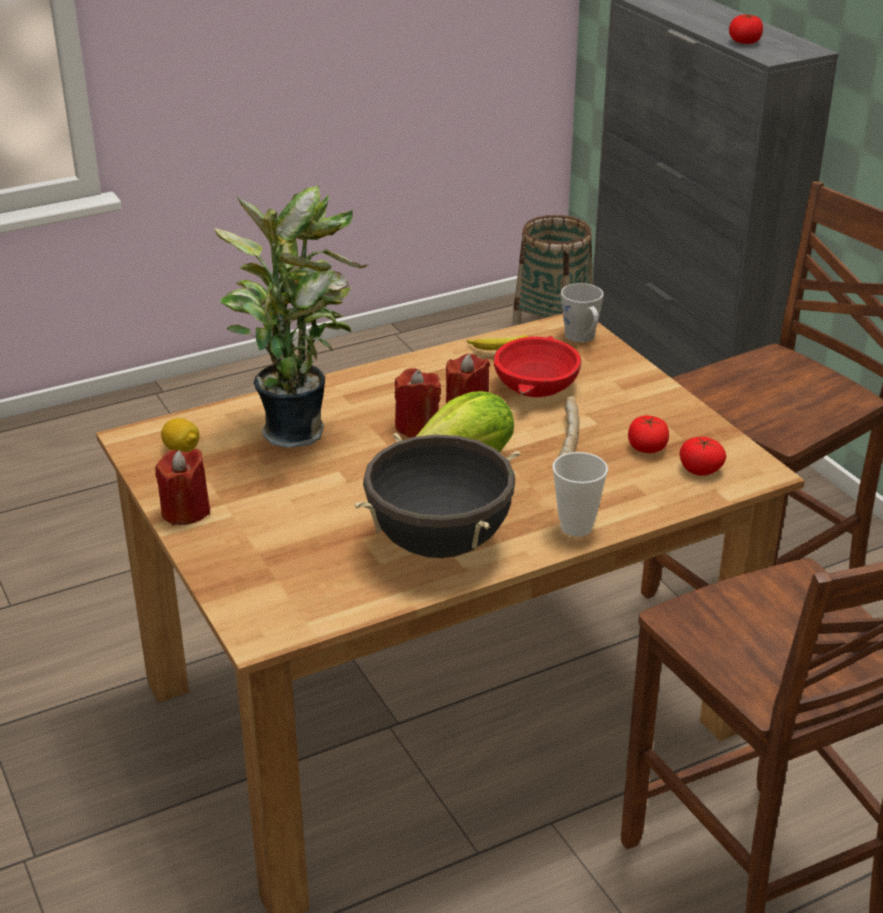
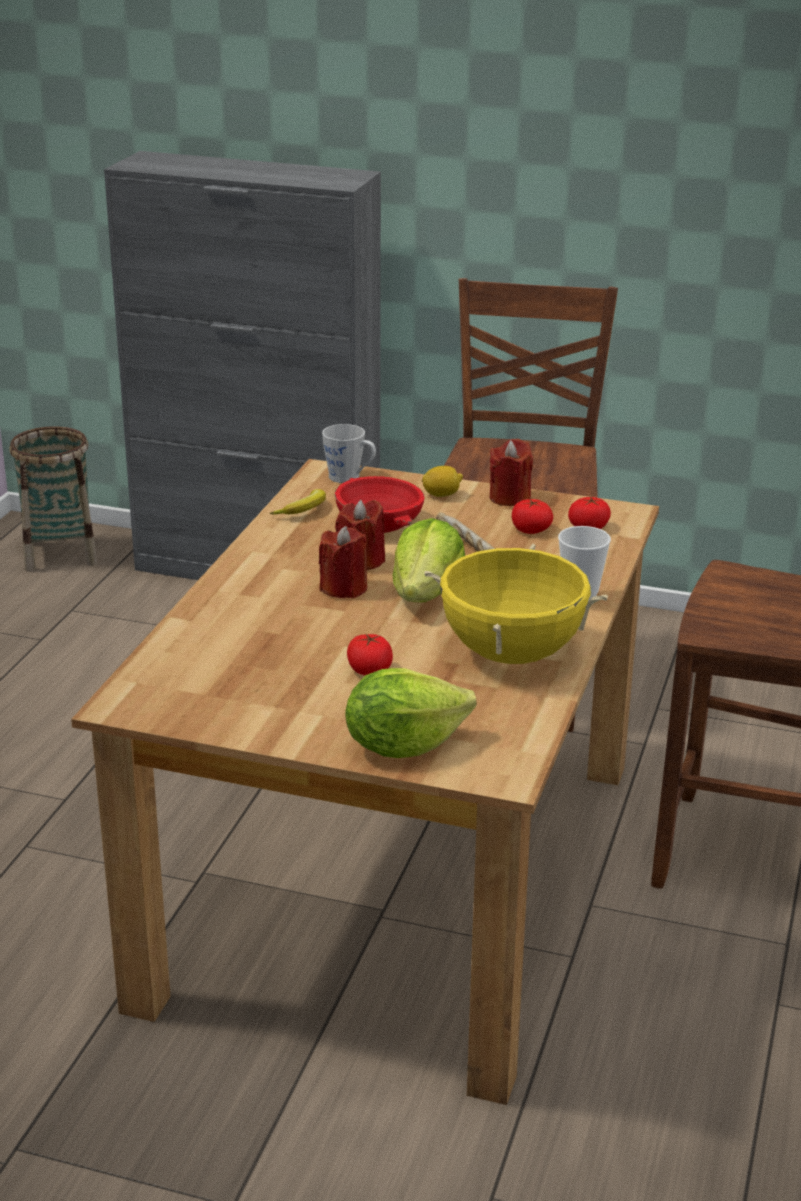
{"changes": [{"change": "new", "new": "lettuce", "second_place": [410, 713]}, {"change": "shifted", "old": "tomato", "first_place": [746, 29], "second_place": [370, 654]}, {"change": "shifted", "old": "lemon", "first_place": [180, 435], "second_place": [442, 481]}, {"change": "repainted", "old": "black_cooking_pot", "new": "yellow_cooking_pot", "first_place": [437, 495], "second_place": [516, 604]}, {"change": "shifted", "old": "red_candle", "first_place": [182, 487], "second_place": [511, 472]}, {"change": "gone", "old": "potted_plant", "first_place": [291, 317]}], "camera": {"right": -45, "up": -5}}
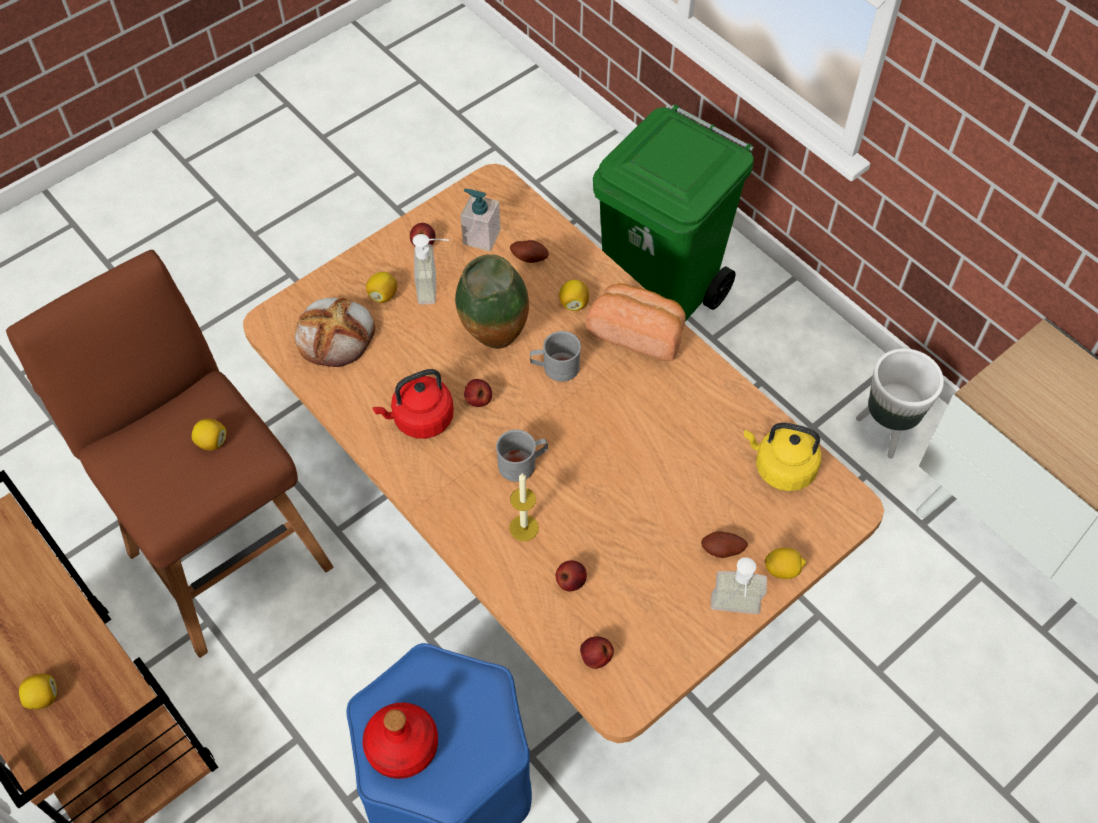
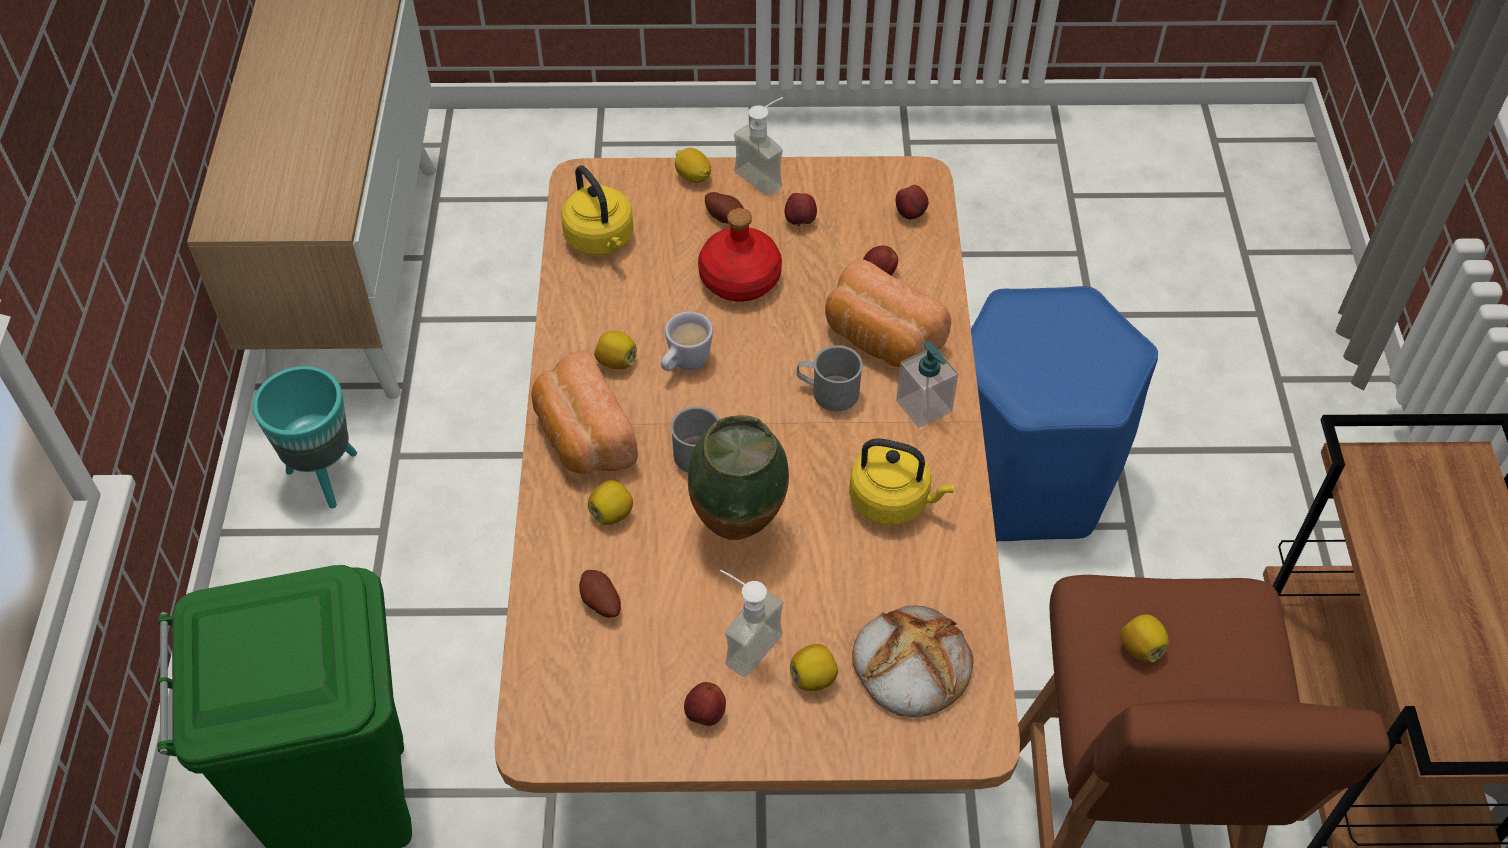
{"changes": [{"change": "repainted", "old": "white_planter", "new": "turquoise_planter", "first_place": [900, 403], "second_place": [305, 437]}, {"change": "shifted", "old": "lemon", "first_place": [38, 691], "second_place": [615, 350]}, {"change": "new", "new": "white_mug", "second_place": [687, 341]}, {"change": "shifted", "old": "red_bottle", "first_place": [400, 740], "second_place": [740, 255]}, {"change": "shifted", "old": "apple", "first_place": [478, 393], "second_place": [801, 209]}, {"change": "swapped", "old": "candle", "new": "bread", "first_place": [524, 507], "second_place": [888, 313]}, {"change": "repainted", "old": "red_kettle", "new": "yellow_kettle", "first_place": [413, 404], "second_place": [901, 481]}, {"change": "shifted", "old": "soap_dispenser", "first_place": [480, 220], "second_place": [927, 384]}], "camera": {"right": -140, "up": -5}}
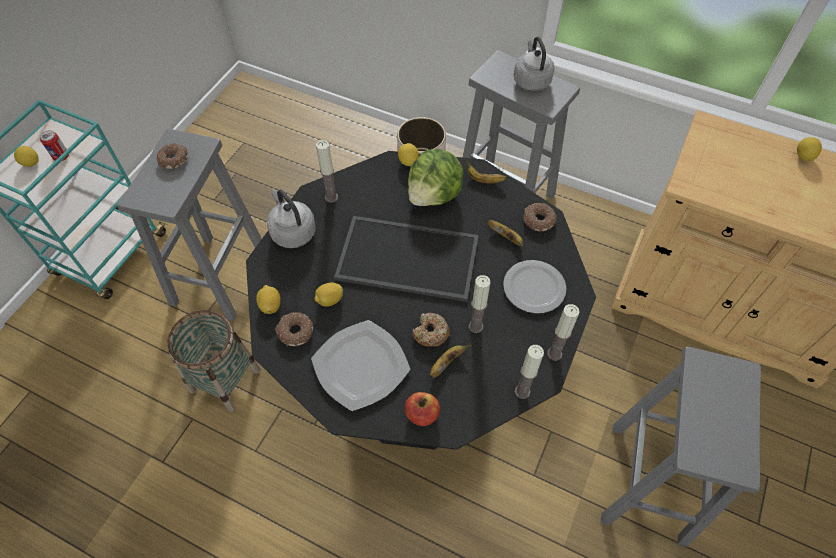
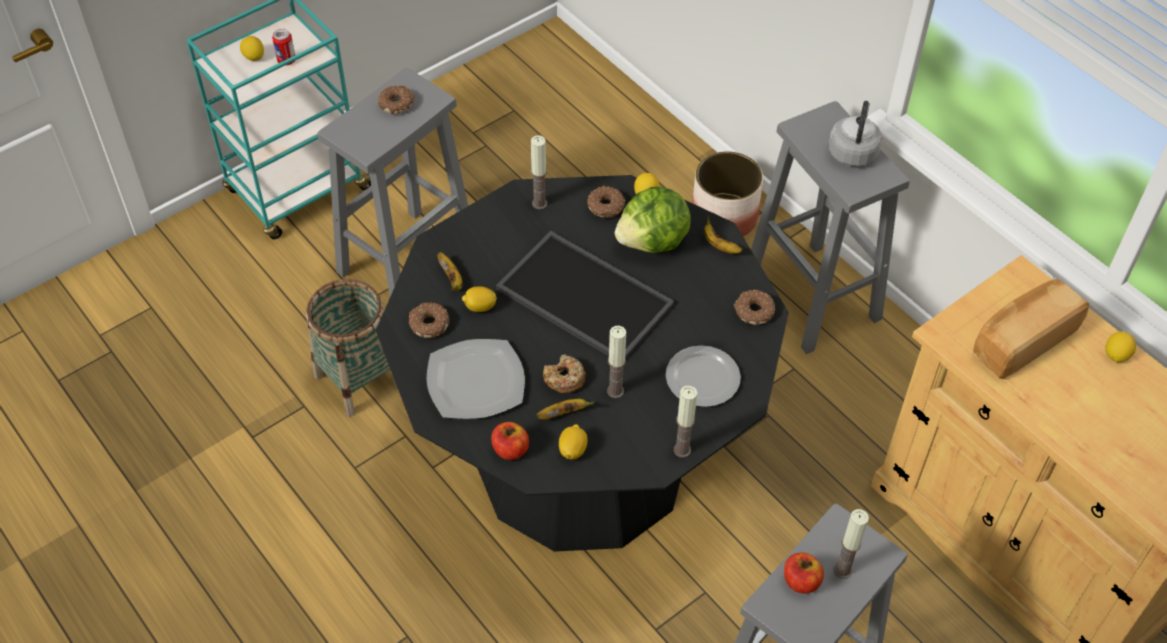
{"changes": [{"change": "shifted", "old": "banana", "first_place": [505, 233], "second_place": [450, 271]}, {"change": "shifted", "old": "lemon", "first_place": [268, 299], "second_place": [573, 441]}, {"change": "new", "new": "donut", "second_place": [606, 202]}, {"change": "new", "new": "apple", "second_place": [804, 572]}, {"change": "shifted", "old": "candle", "first_place": [529, 372], "second_place": [851, 544]}, {"change": "new", "new": "bread", "second_place": [1031, 329]}, {"change": "gone", "old": "grey_kettle", "first_place": [291, 218]}], "camera": {"right": 25, "up": -5}}
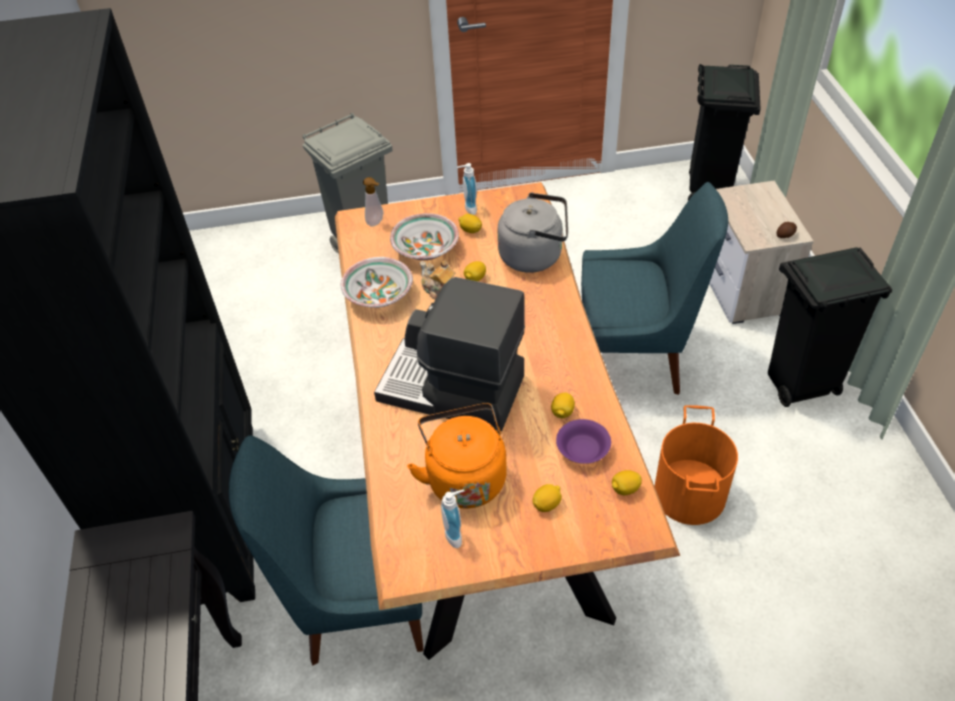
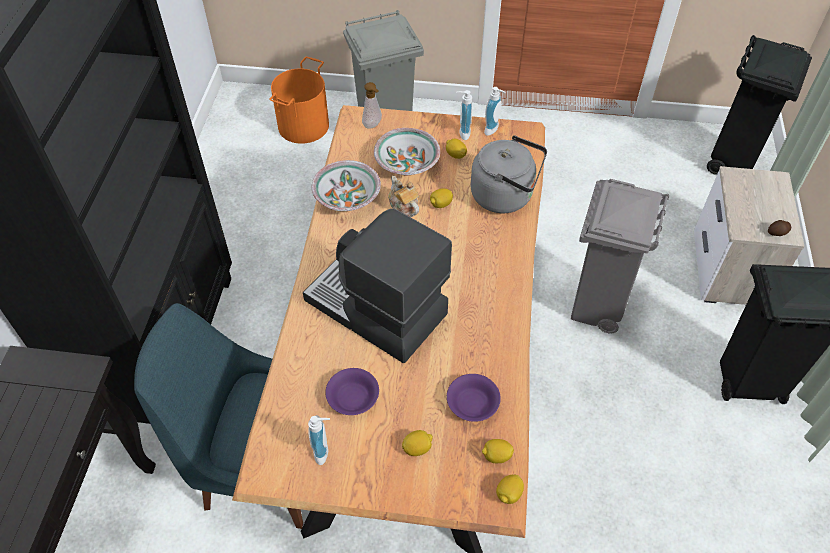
{"changes": [{"change": "shifted", "old": "orange_bucket", "first_place": [696, 465], "second_place": [299, 100]}, {"change": "swapped", "old": "orange_kettle", "new": "purple_bowl", "first_place": [457, 455], "second_place": [352, 391]}, {"change": "new", "new": "soap_dispenser", "second_place": [495, 111]}, {"change": "shifted", "old": "lemon", "first_place": [563, 405], "second_place": [510, 489]}, {"change": "swapped", "old": "blue_chair", "new": "grey_trash_can", "first_place": [654, 288], "second_place": [620, 256]}], "camera": {"right": 15, "up": 5}}
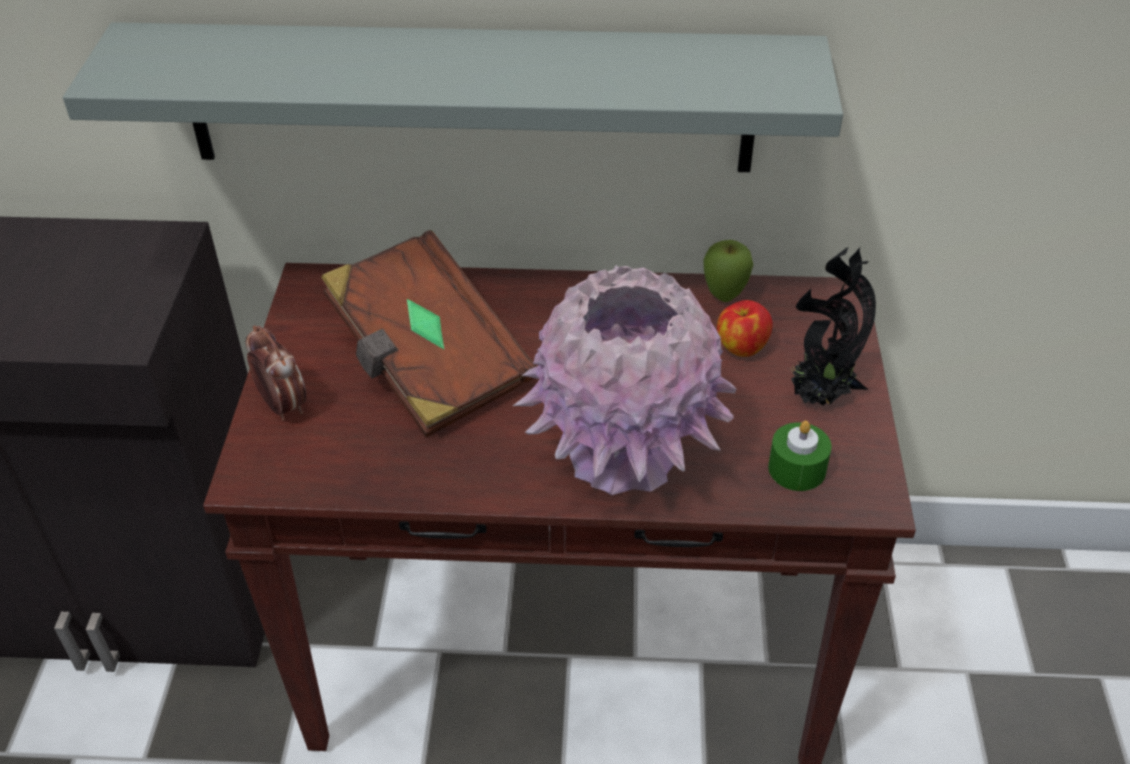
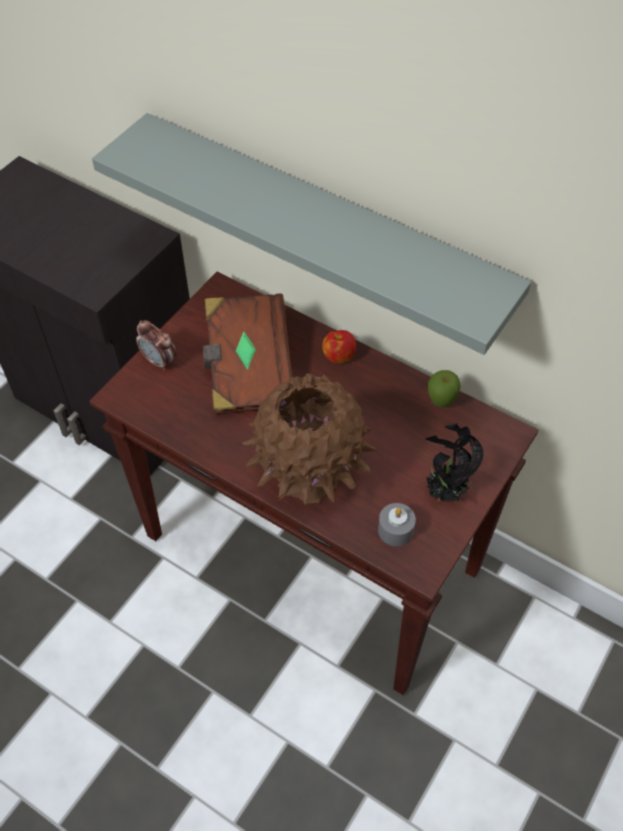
{"changes": [{"change": "rotated", "old": "alarm_clock", "first_place": [276, 372], "second_place": [156, 345], "degrees": 135}, {"change": "repainted", "old": "pink_vase", "new": "brown_vase", "first_place": [625, 380], "second_place": [309, 439]}, {"change": "shifted", "old": "apple", "first_place": [745, 328], "second_place": [339, 347]}, {"change": "repainted", "old": "green_candle", "new": "grey_candle", "first_place": [800, 456], "second_place": [397, 524]}], "camera": {"right": 30, "up": 10}}
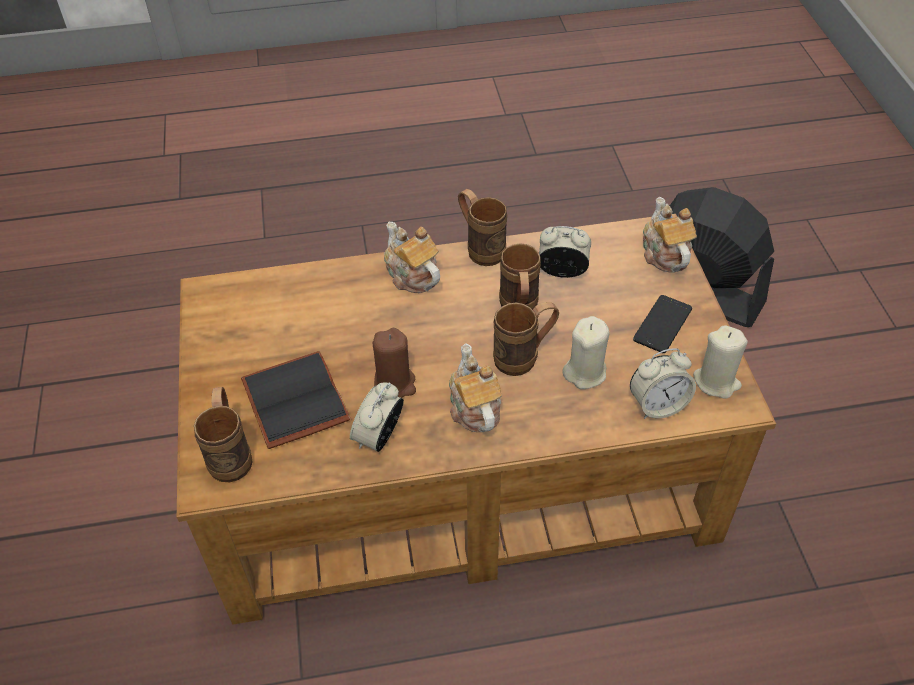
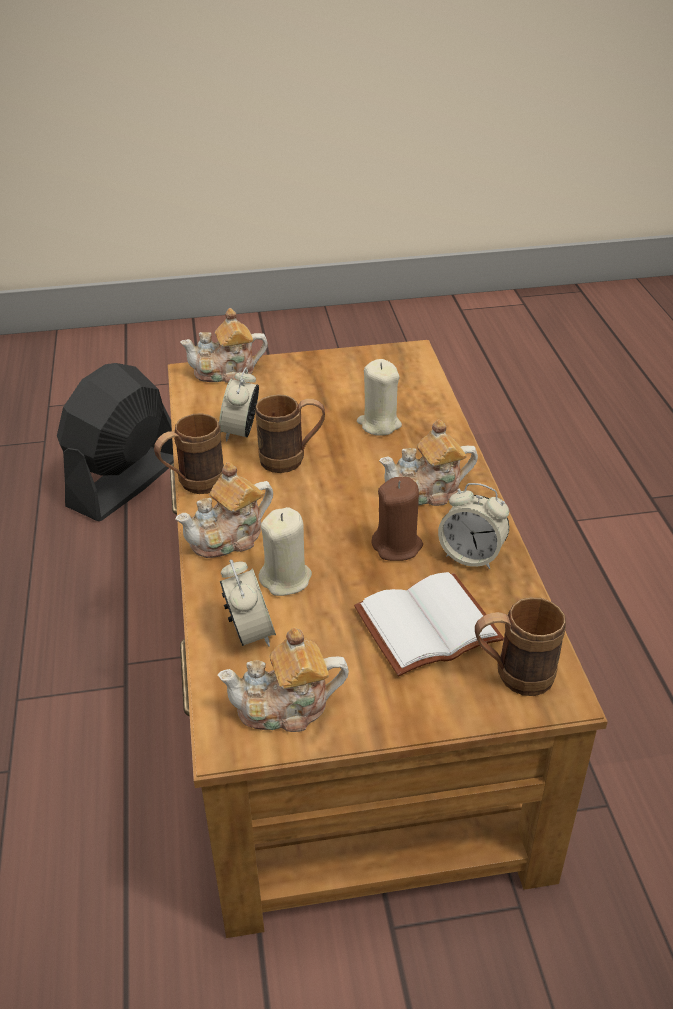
{"changes": [{"change": "new", "new": "teapot", "second_place": [283, 679]}, {"change": "shifted", "old": "alarm_clock", "first_place": [663, 383], "second_place": [248, 603]}, {"change": "shifted", "old": "beige_candle", "first_place": [720, 362], "second_place": [285, 551]}, {"change": "repainted", "old": "black_book", "new": "white_book", "first_place": [296, 400], "second_place": [429, 624]}, {"change": "gone", "old": "brown_mug", "first_place": [526, 339]}, {"change": "gone", "old": "phone", "first_place": [662, 324]}], "camera": {"right": -90, "up": -10}}
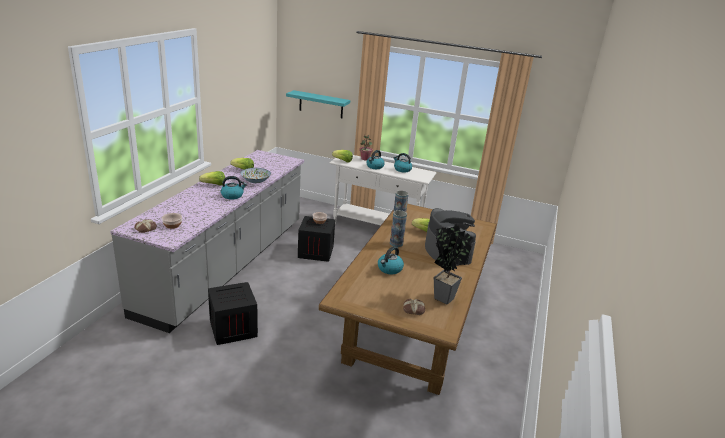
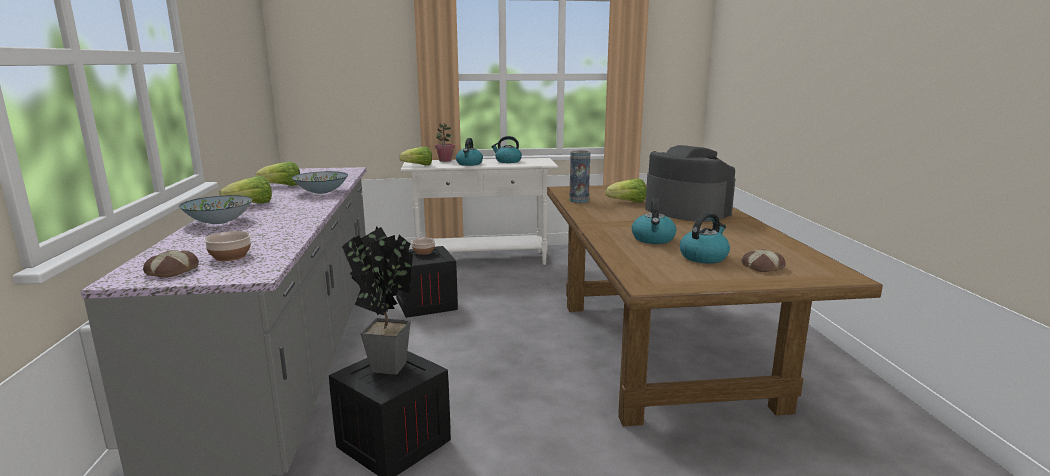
{"changes": [{"change": "new", "new": "bowl", "second_place": [215, 209]}, {"change": "shifted", "old": "potted_plant", "first_place": [453, 263], "second_place": [377, 300]}, {"change": "shifted", "old": "kettle", "first_place": [234, 188], "second_place": [705, 238]}, {"change": "gone", "old": "turquoise_shelf", "first_place": [318, 104]}, {"change": "gone", "old": "vase", "first_place": [398, 228]}], "camera": {"right": -25, "up": -10}}
